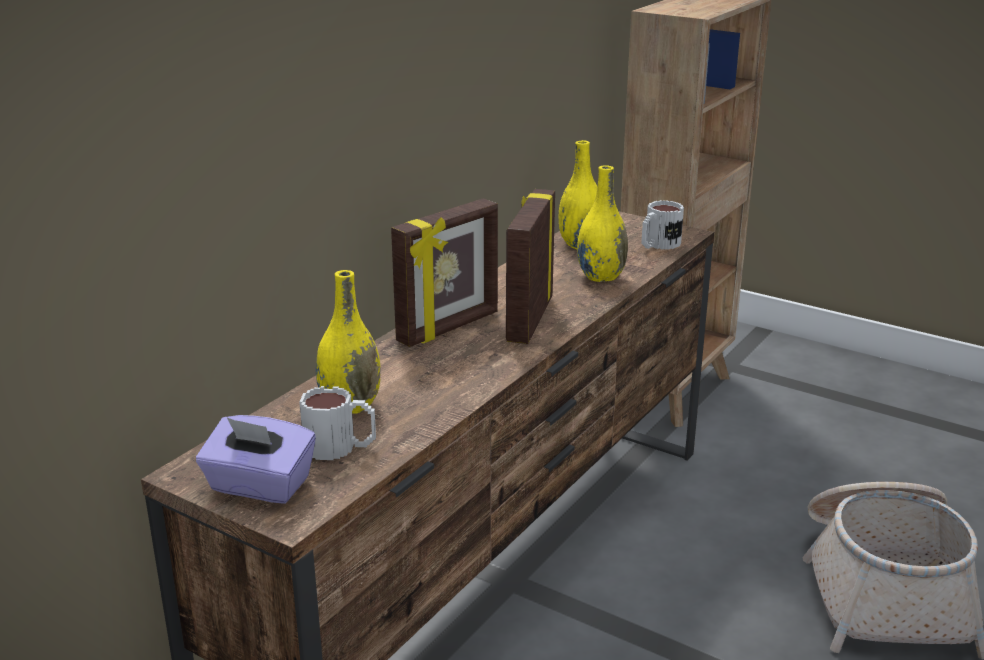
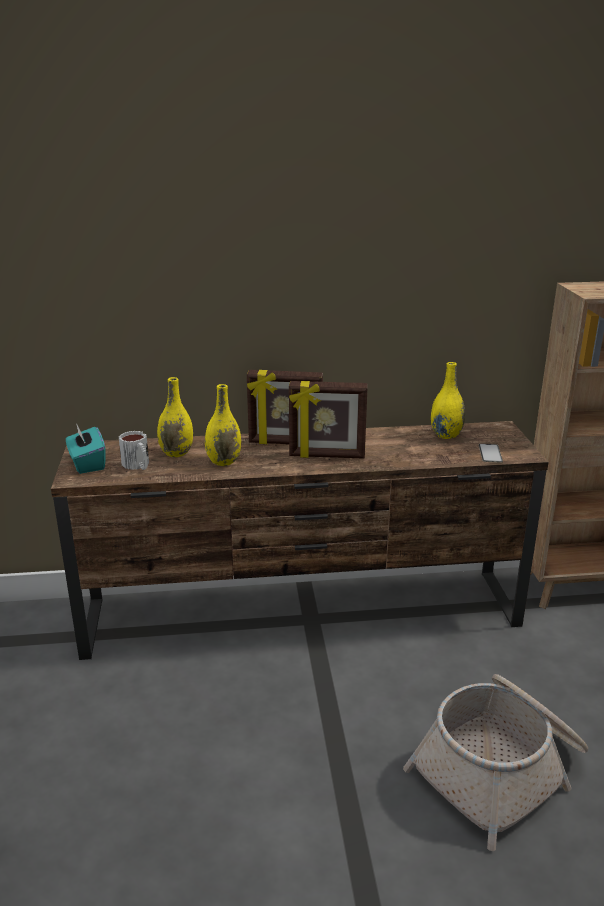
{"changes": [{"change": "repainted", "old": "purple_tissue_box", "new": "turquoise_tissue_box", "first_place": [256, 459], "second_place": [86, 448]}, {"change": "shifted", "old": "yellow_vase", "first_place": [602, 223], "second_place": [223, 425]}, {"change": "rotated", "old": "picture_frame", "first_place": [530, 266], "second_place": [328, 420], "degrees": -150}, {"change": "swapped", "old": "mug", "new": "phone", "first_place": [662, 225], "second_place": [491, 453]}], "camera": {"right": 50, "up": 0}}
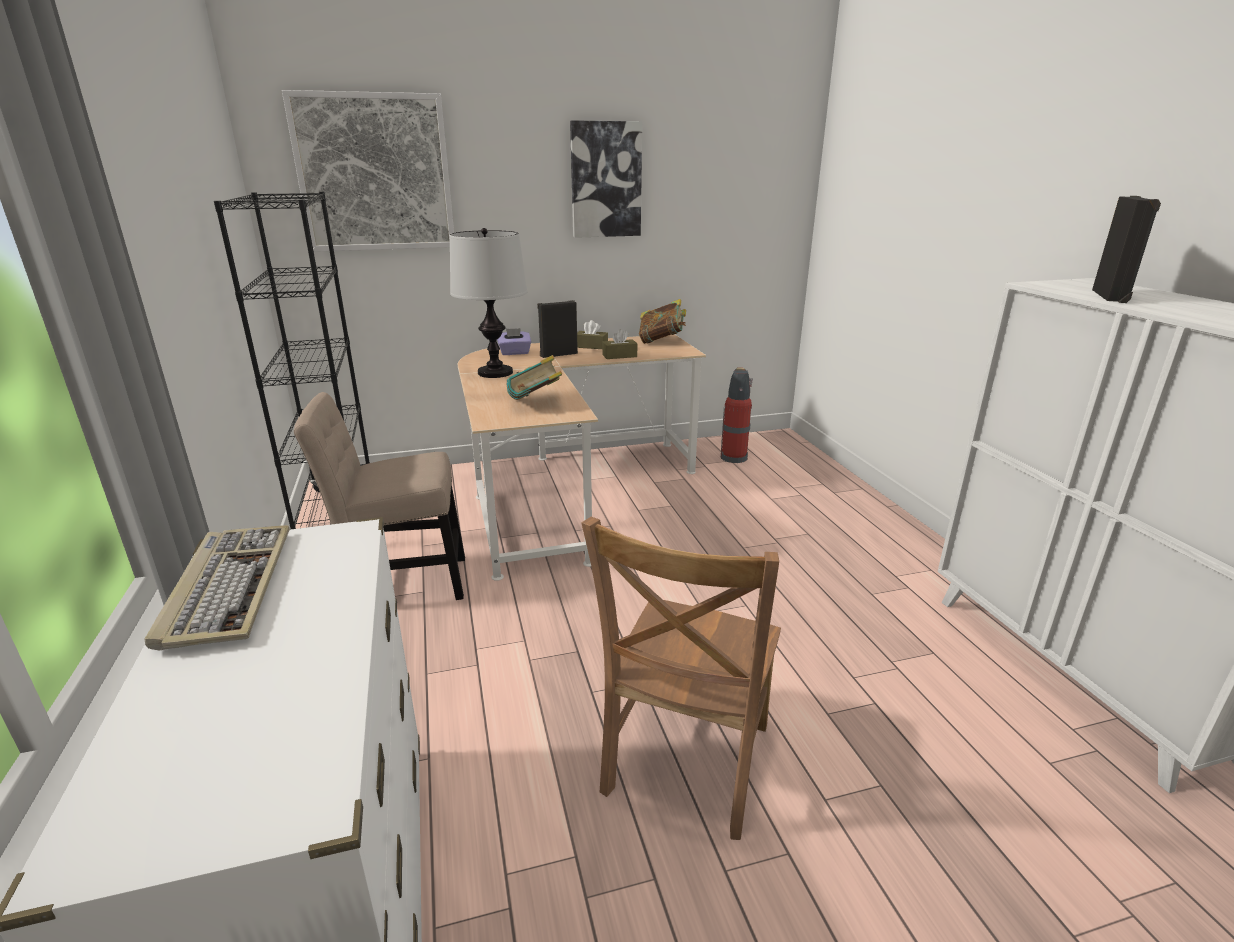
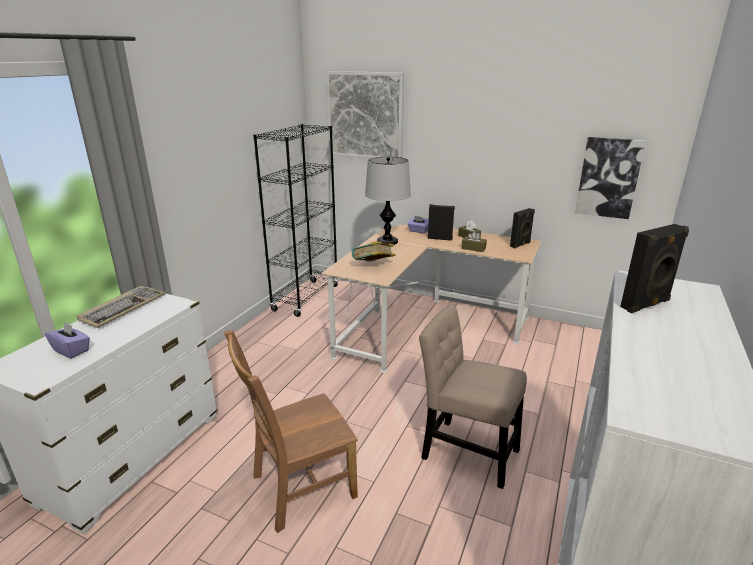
{"changes": [{"change": "new", "new": "purple_tissue_box", "second_place": [67, 340]}, {"change": "shifted", "old": "beige_chair", "first_place": [379, 496], "second_place": [473, 396]}, {"change": "swapped", "old": "book", "new": "black_speaker", "first_place": [662, 321], "second_place": [522, 228]}, {"change": "shifted", "old": "picture", "first_place": [606, 179], "second_place": [610, 178]}, {"change": "gone", "old": "fire_extinguisher", "first_place": [737, 415]}], "camera": {"right": 40, "up": 0}}
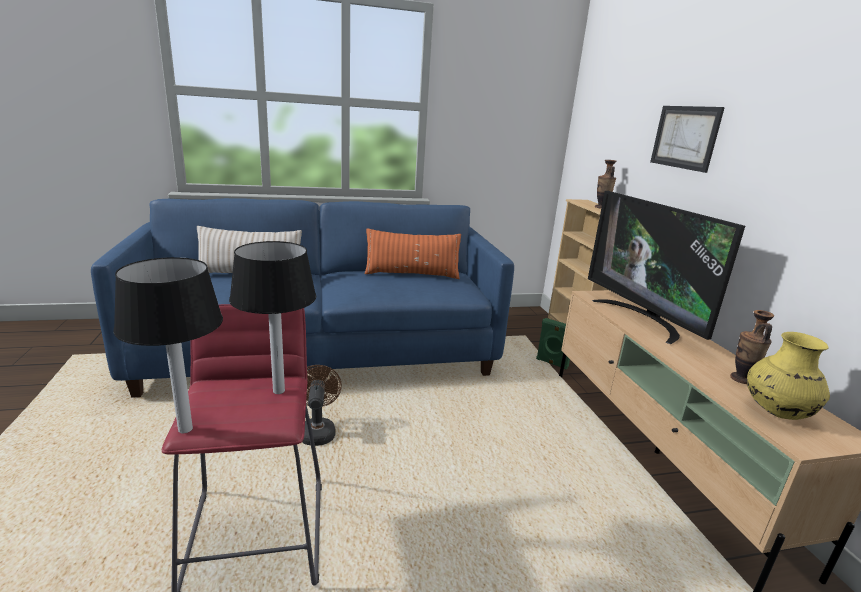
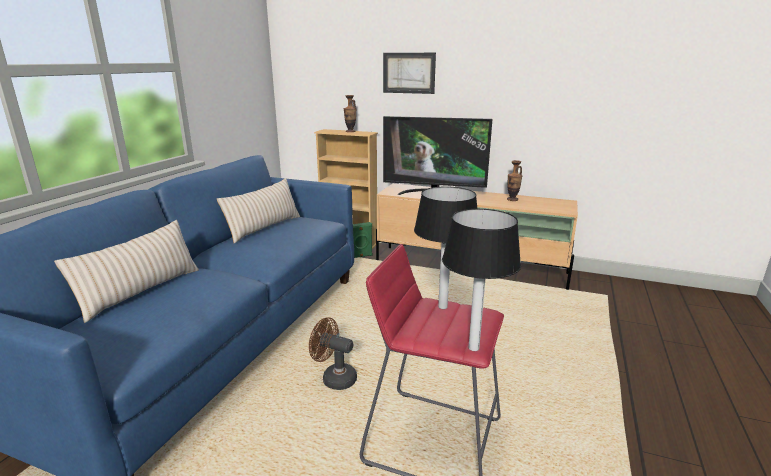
{"changes": [{"change": "repainted", "old": "orange_pillow", "new": "beige_pillow", "first_place": [412, 253], "second_place": [258, 210]}, {"change": "gone", "old": "yellow_vase", "first_place": [788, 376]}], "camera": {"right": -55, "up": 0}}
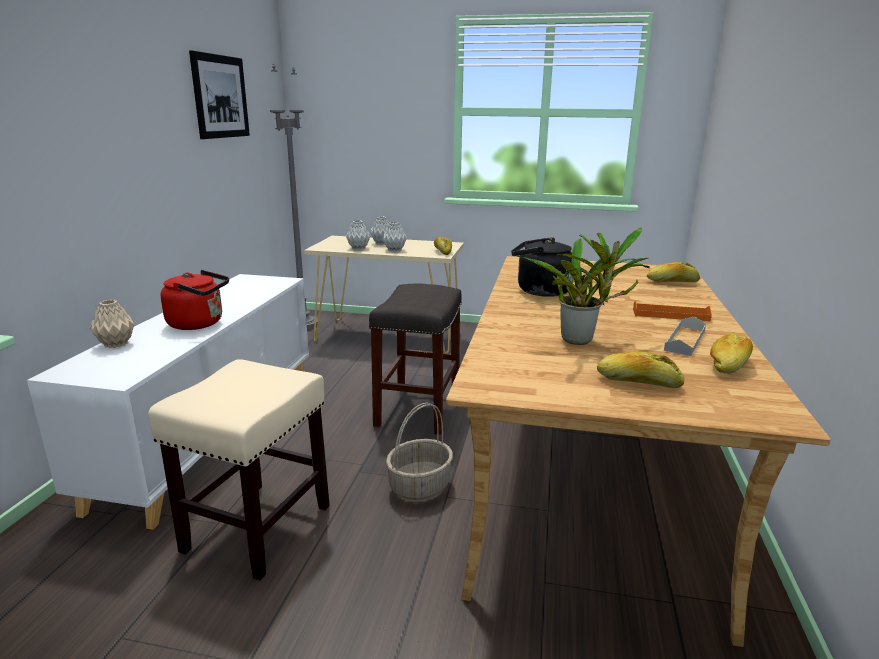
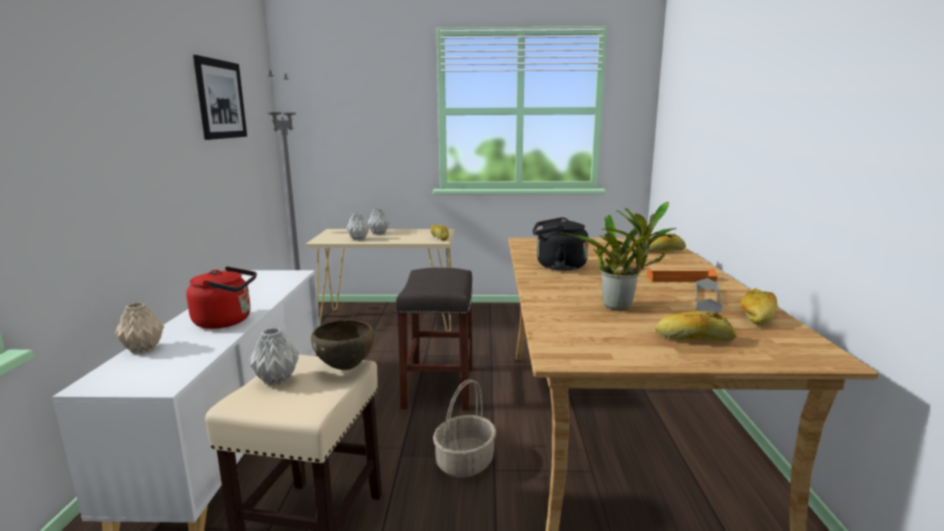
{"changes": [{"change": "shifted", "old": "grey_vase", "first_place": [394, 237], "second_place": [274, 357]}, {"change": "new", "new": "brown_bowl", "second_place": [342, 345]}], "camera": {"right": -10, "up": -5}}
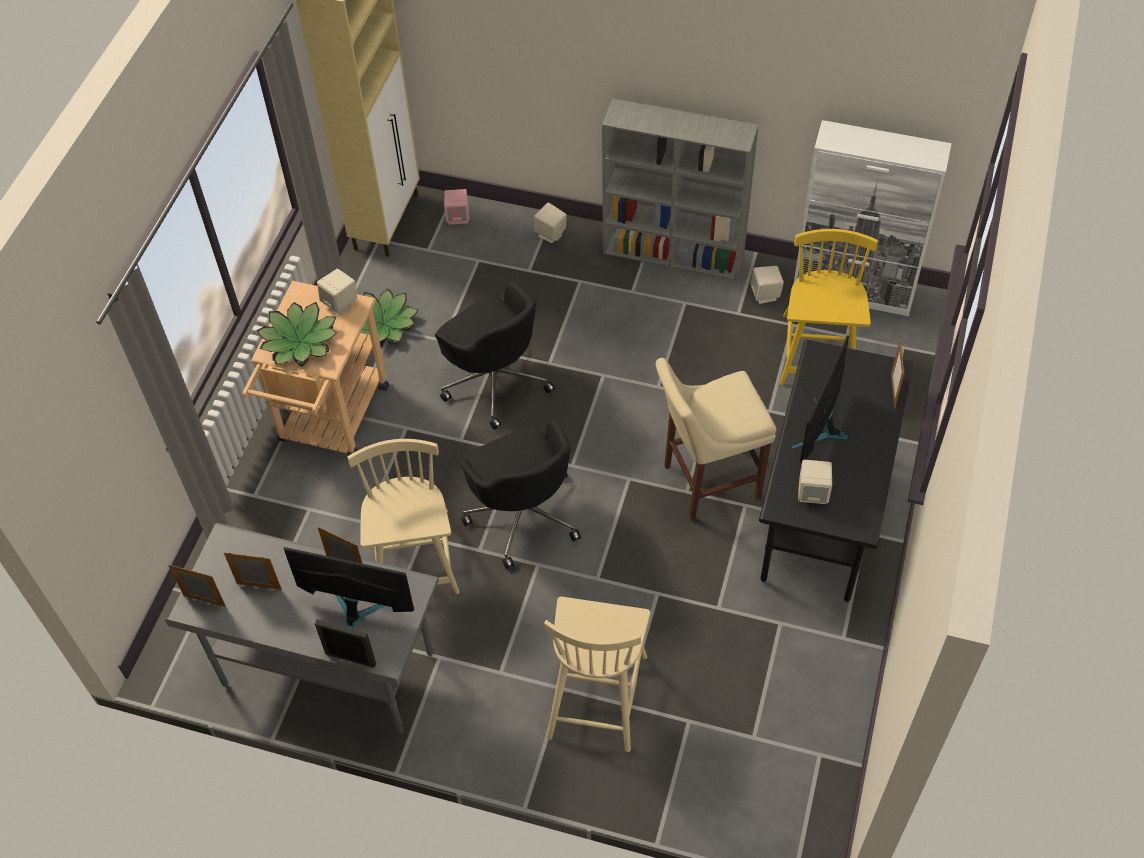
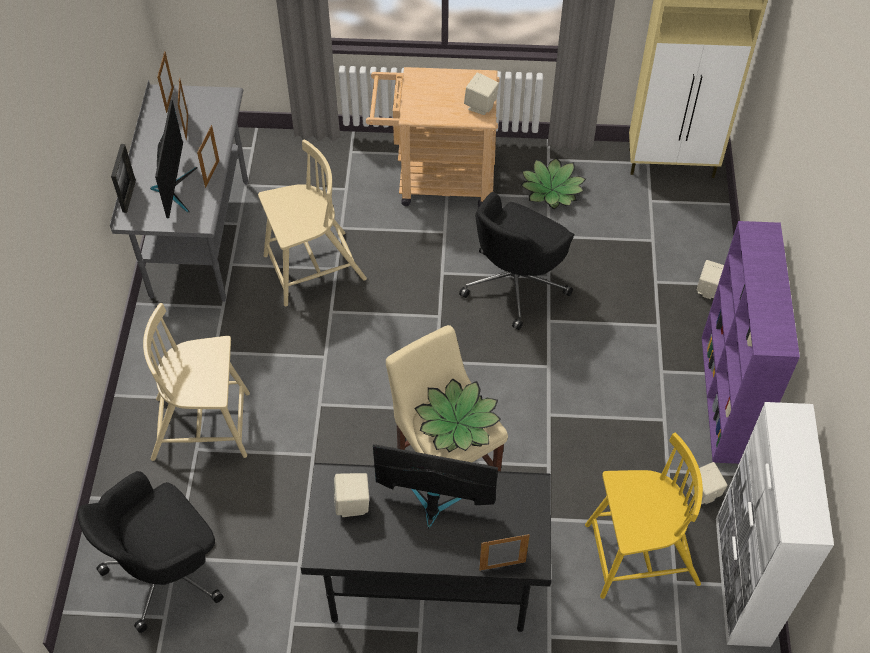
{"changes": [{"change": "shifted", "old": "black_office_chair", "first_place": [520, 494], "second_place": [150, 552]}, {"change": "shifted", "old": "potted_plant", "first_place": [296, 334], "second_place": [457, 415]}, {"change": "repainted", "old": "grey_bookcase", "new": "purple_bookcase", "first_place": [680, 189], "second_place": [751, 342]}, {"change": "gone", "old": "pink_speaker", "first_place": [456, 207]}], "camera": {"right": 75, "up": 0}}
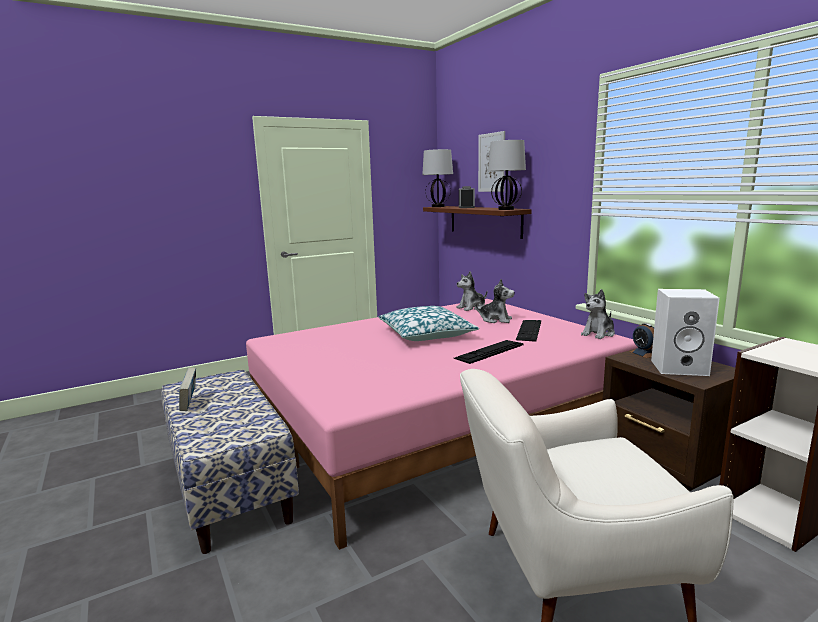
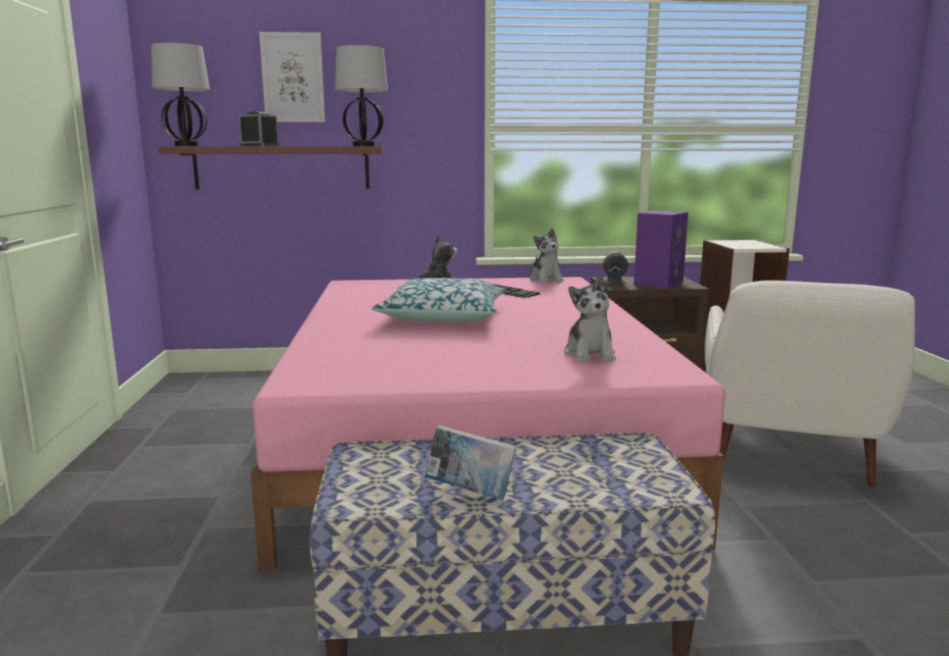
{"changes": [{"change": "shifted", "old": "plush_toy", "first_place": [471, 291], "second_place": [590, 318]}, {"change": "repainted", "old": "white_speaker", "new": "purple_speaker", "first_place": [685, 332], "second_place": [661, 249]}, {"change": "gone", "old": "keyboard", "first_place": [489, 352]}], "camera": {"right": -65, "up": 0}}
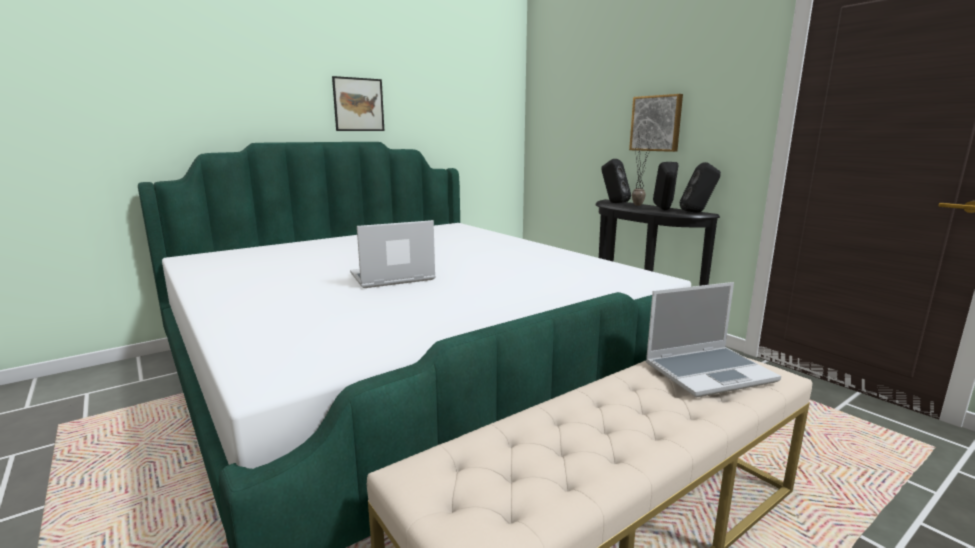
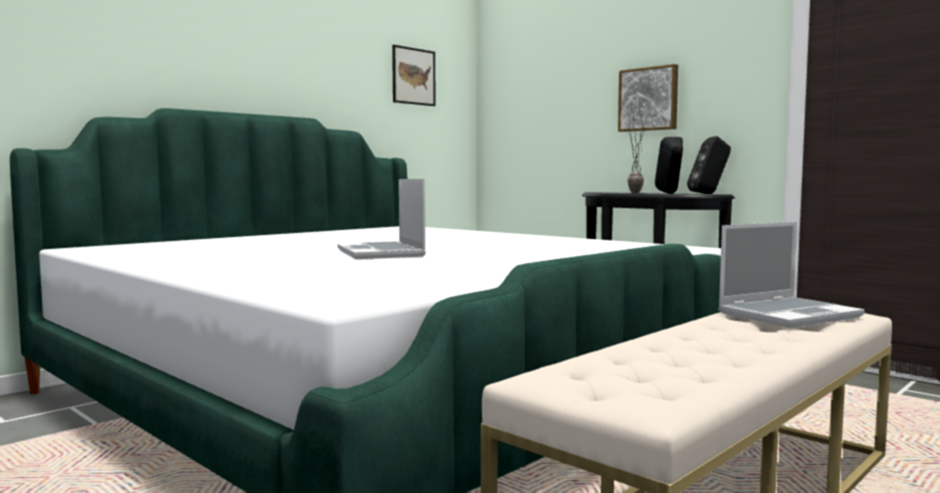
{"changes": [{"change": "rotated", "old": "laptop", "first_place": [393, 254], "second_place": [382, 219], "degrees": -75}, {"change": "shifted", "old": "picture", "first_place": [358, 103], "second_place": [413, 75]}, {"change": "gone", "old": "black_speaker", "first_place": [616, 181]}], "camera": {"right": -10, "up": -10}}
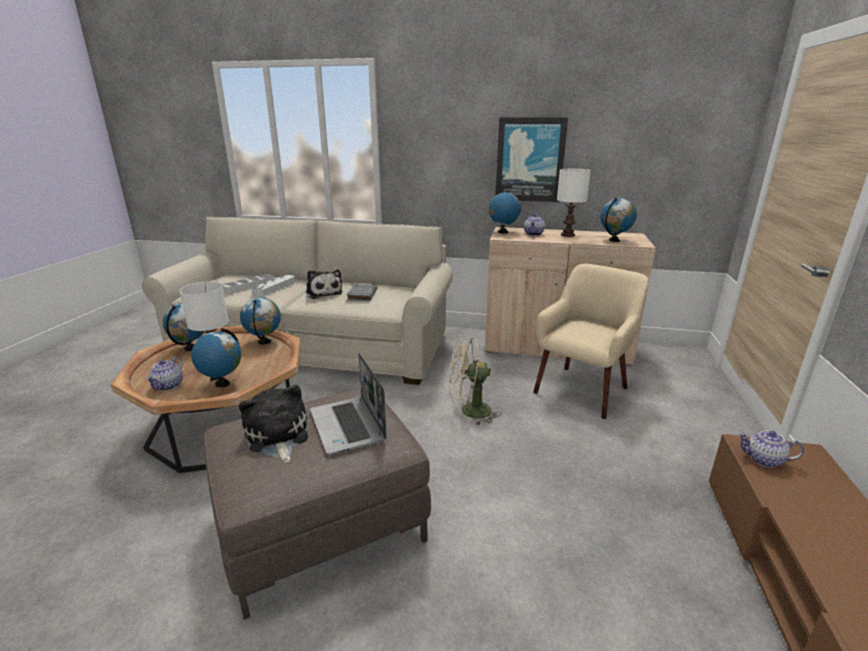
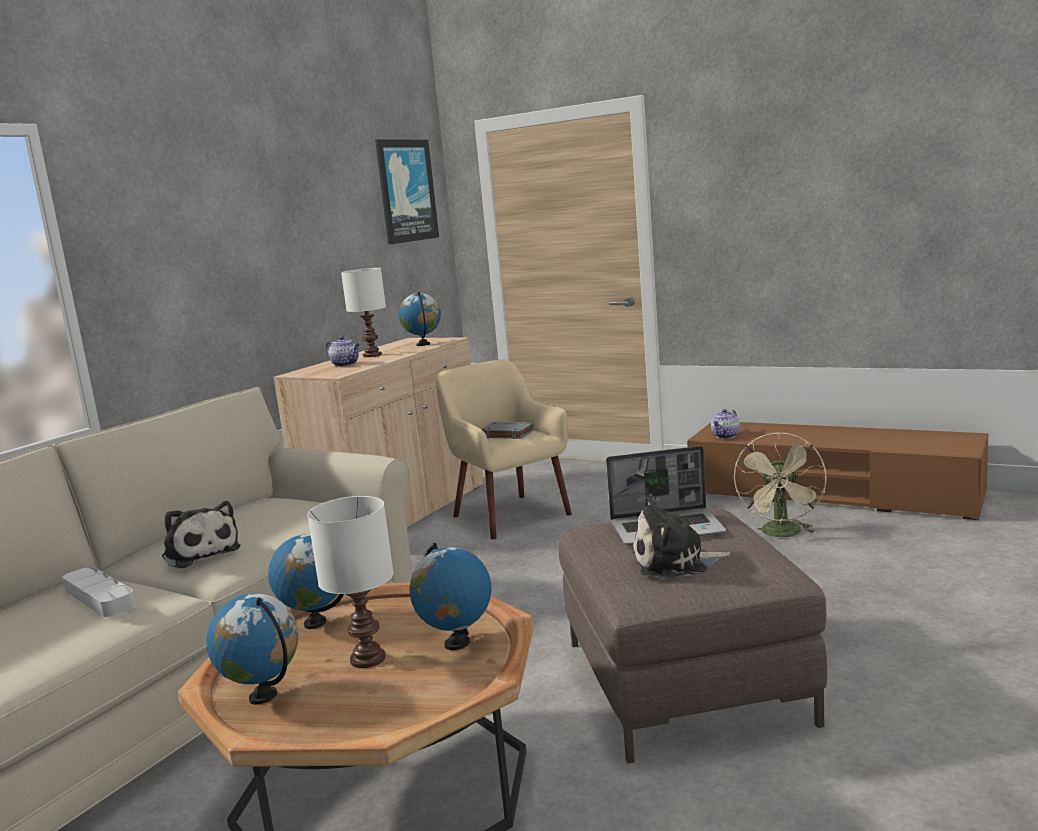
{"changes": [{"change": "rotated", "old": "plush_toy", "first_place": [323, 284], "second_place": [201, 535], "degrees": 60}, {"change": "shifted", "old": "picture", "first_place": [531, 159], "second_place": [407, 192]}, {"change": "shifted", "old": "grey_book", "first_place": [362, 292], "second_place": [508, 430]}, {"change": "shifted", "old": "beige_fan", "first_place": [475, 381], "second_place": [780, 484]}, {"change": "gone", "old": "teapot", "first_place": [164, 373]}, {"change": "gone", "old": "grey_tray", "first_place": [248, 284]}, {"change": "gone", "old": "globe", "first_place": [505, 211]}], "camera": {"right": -70, "up": -10}}
